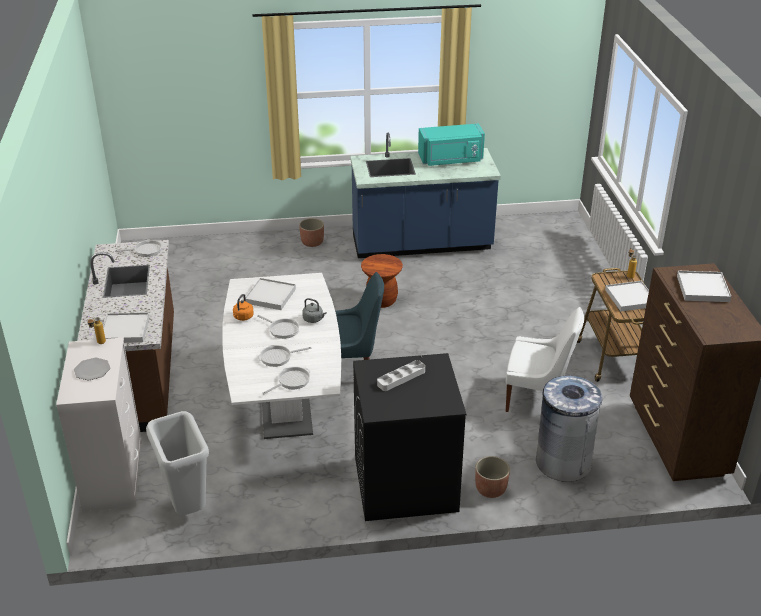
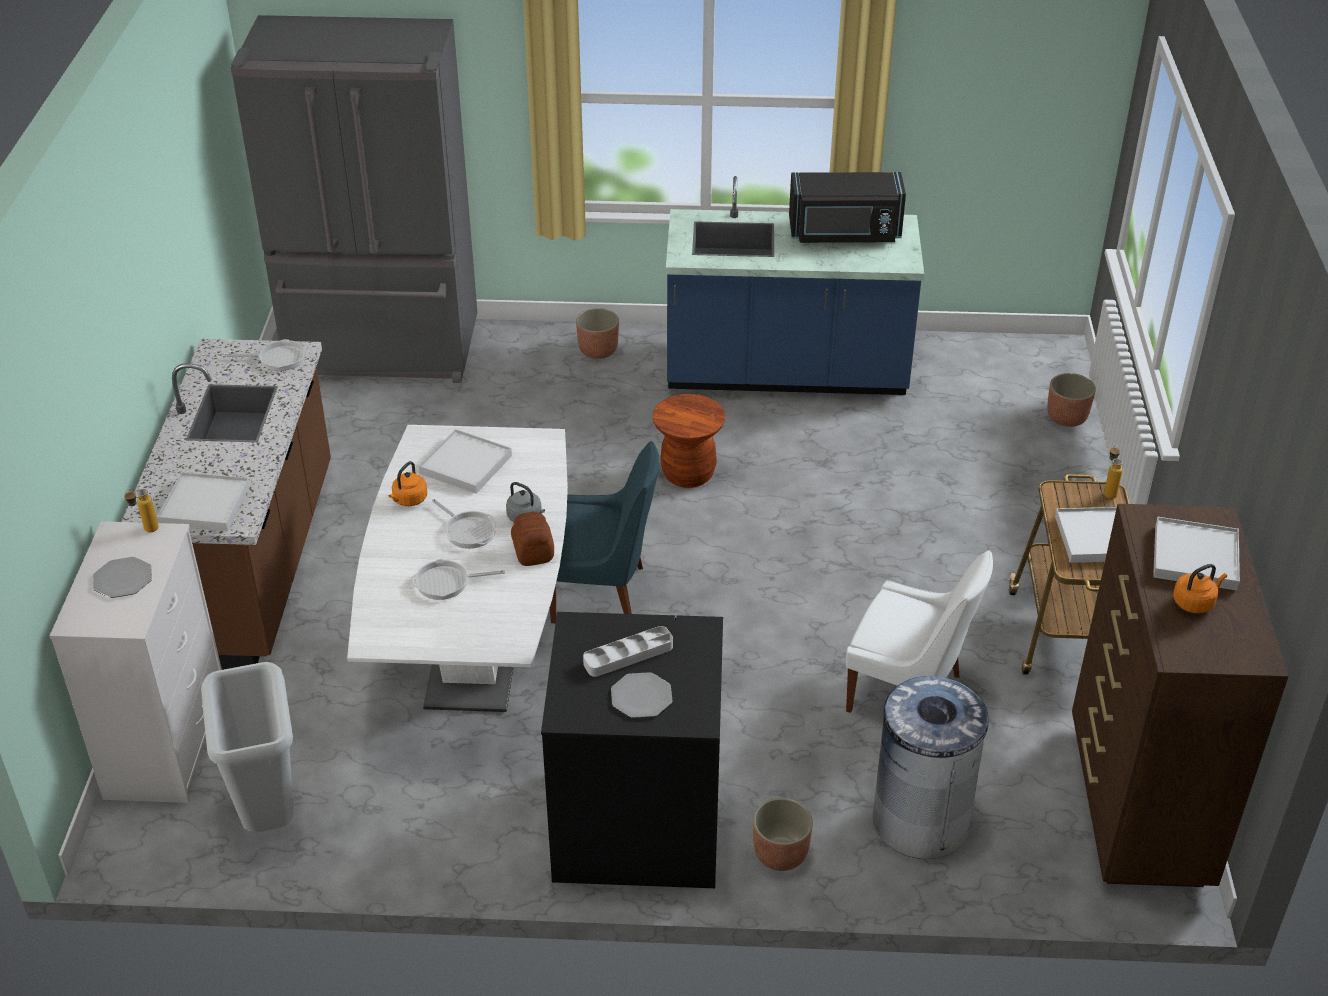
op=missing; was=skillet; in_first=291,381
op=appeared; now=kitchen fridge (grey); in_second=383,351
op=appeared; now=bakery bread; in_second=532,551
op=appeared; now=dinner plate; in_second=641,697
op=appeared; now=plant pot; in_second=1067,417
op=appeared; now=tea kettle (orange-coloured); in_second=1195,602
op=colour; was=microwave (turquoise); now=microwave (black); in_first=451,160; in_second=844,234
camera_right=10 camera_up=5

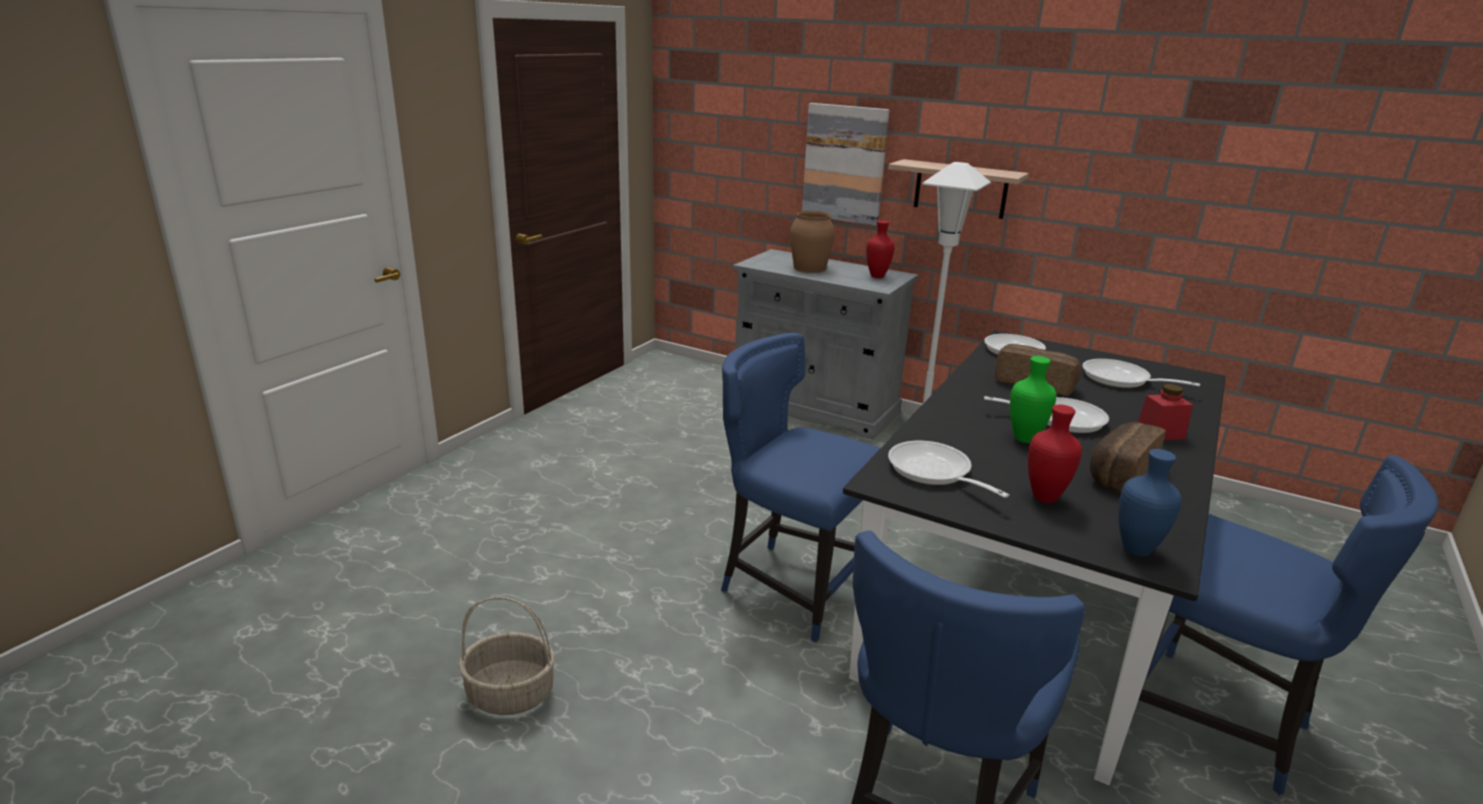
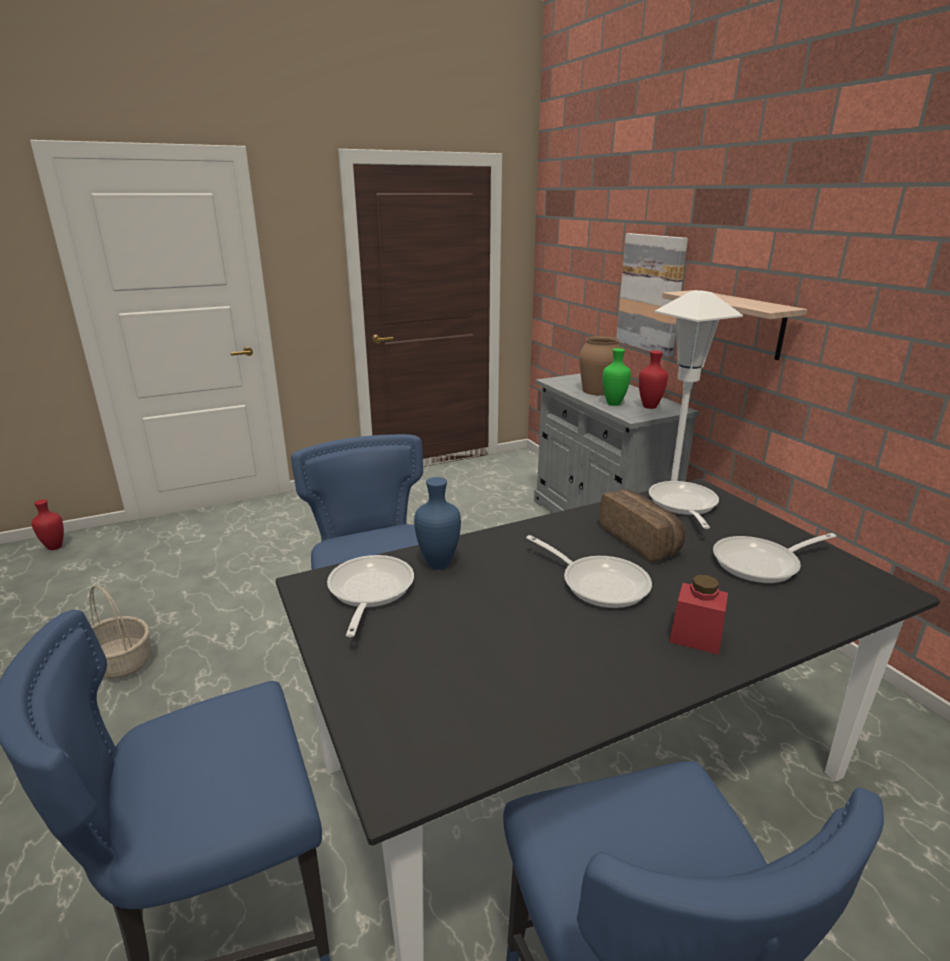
op=missing; was=bakery bread; in_first=1118,473
op=relocated; was=vase (greenish); in_first=1023,439; in_second=613,404
op=relocated; was=vase (reddish); in_first=1046,498; in_second=55,548
op=relocated; was=vase (bluish); in_first=1135,549; in_second=439,564
op=spun; was=skillet; in_first=1121,380; in_second=762,564; clockwise=-90
camera_right=35 camera_up=0

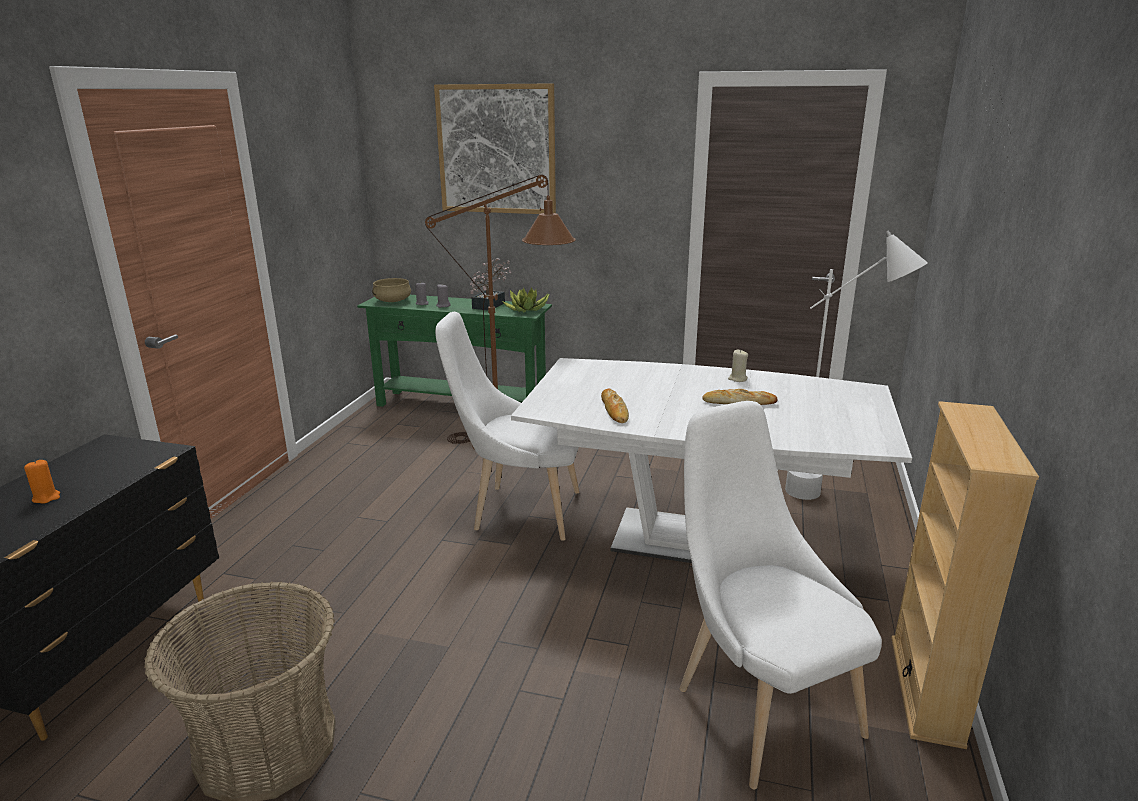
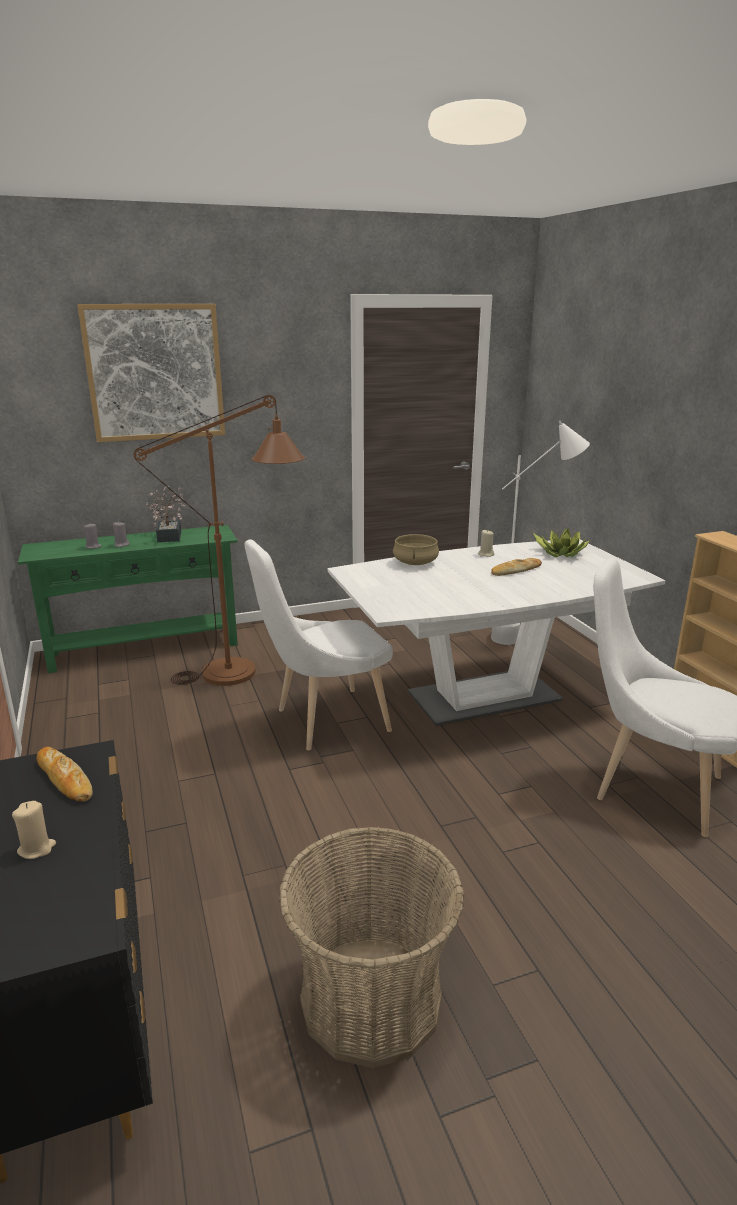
op=relocated; was=stockpot (beige); in_first=392,301; in_second=415,562
op=relocated; was=houseplant; in_first=527,309; in_second=561,553
op=relocated; was=bakery bread; in_first=614,410; in_second=64,779
op=colour; was=candle (orange-coloured); now=candle (beige); in_first=46,497; in_second=37,848
camera_right=-35 camera_up=0

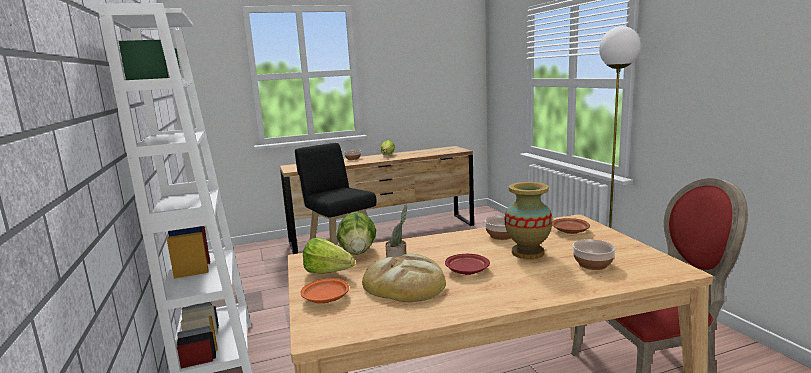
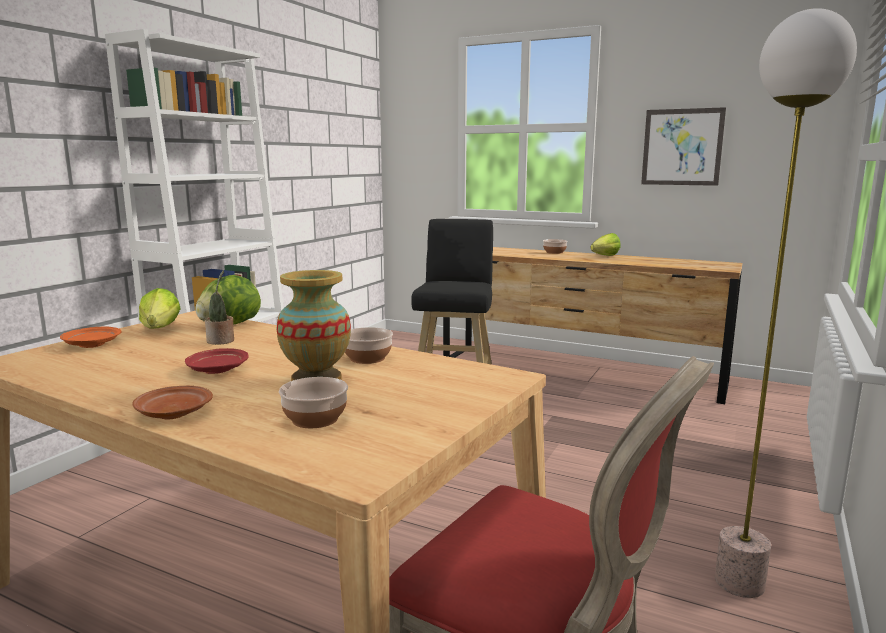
op=missing; was=bakery bread; in_first=405,284
op=appeared; now=picture; in_second=682,147
op=relocated; was=dinner plate (brown); in_first=570,231; in_second=173,413
camera_right=45 camera_up=0

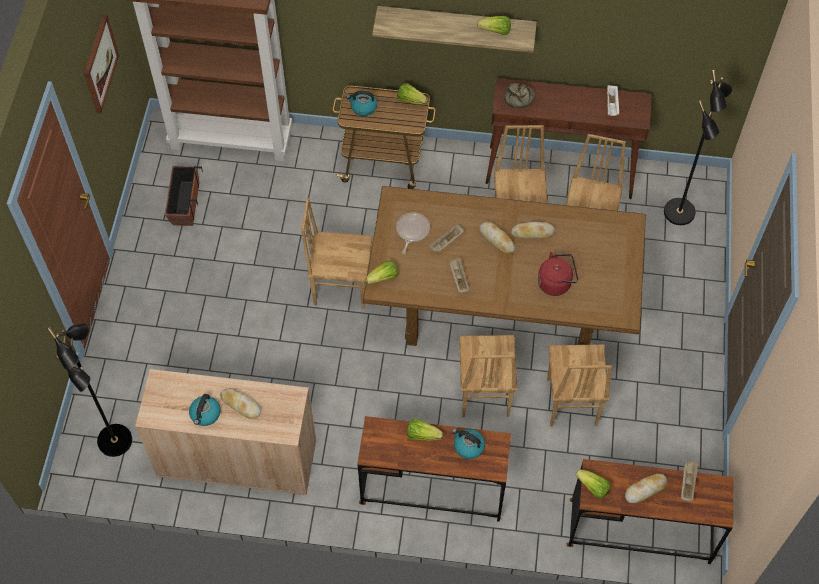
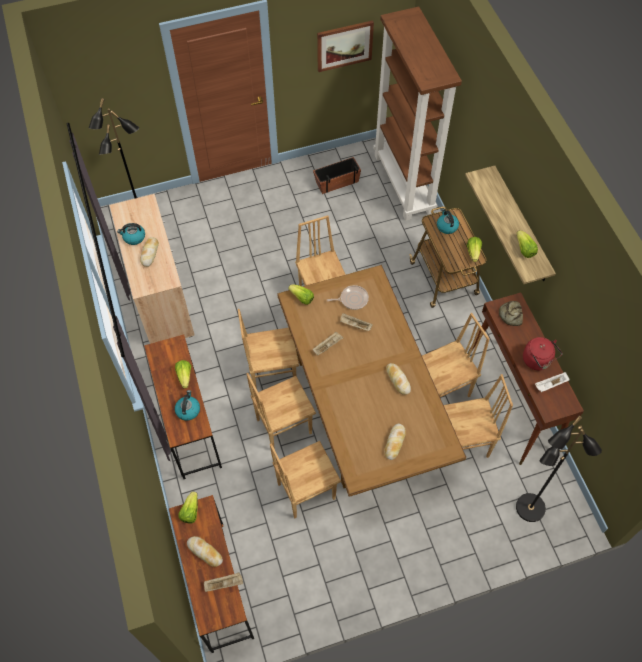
op=appeared; now=plain chair (brown); in_second=272,373
op=relocated; was=bakery bread; in_first=497,239; in_second=394,442
op=relocated; was=tea kettle (reddish); in_first=556,283; in_second=538,361
camera_right=65 camera_up=0

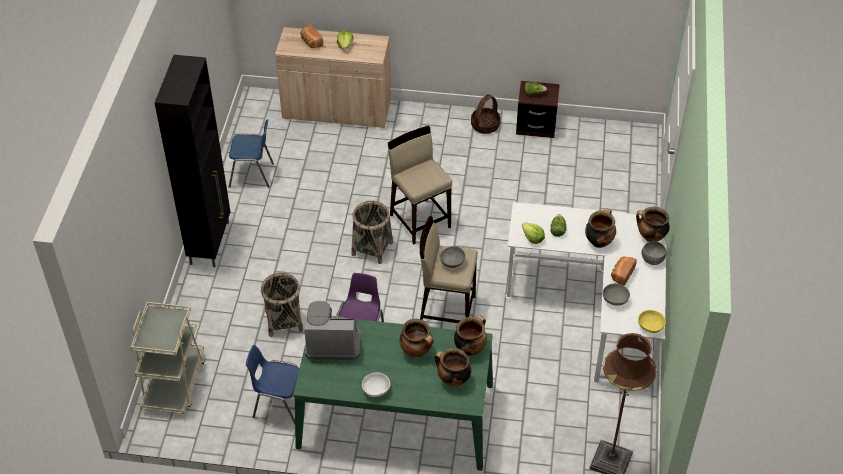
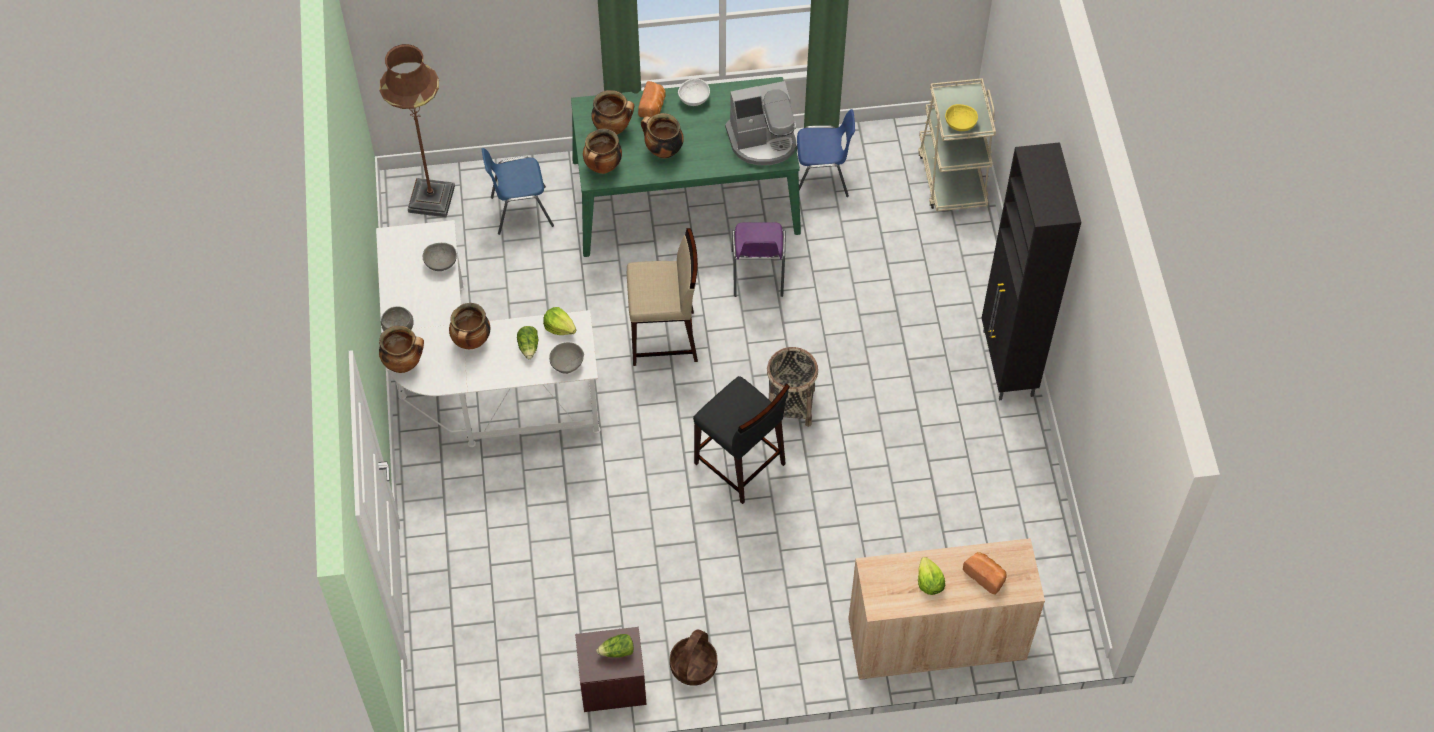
op=missing; was=storage basket; in_first=284,321
op=relocated; was=plain chair (bluish); in_first=252,175; in_second=520,211
op=relocated; was=serving bowl (grey); in_first=452,263; in_second=567,364
op=relocated; was=bakery bread; in_first=621,274; in_second=653,106
op=relocated; was=serving bowl (yellow); in_first=650,327; in_second=959,124
op=colour; was=sitting stool (beige); now=sitting stool (black); in_first=420,220; in_second=739,464
camera_right=165 camera_up=10

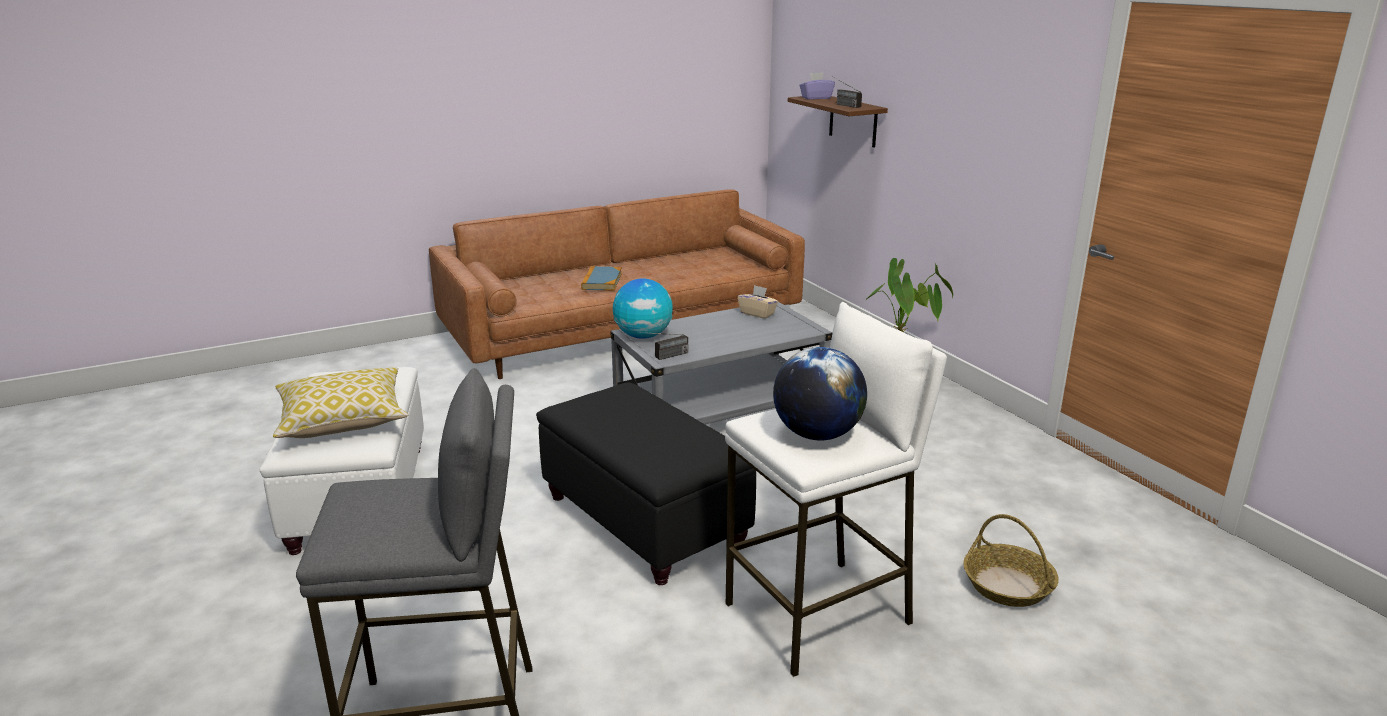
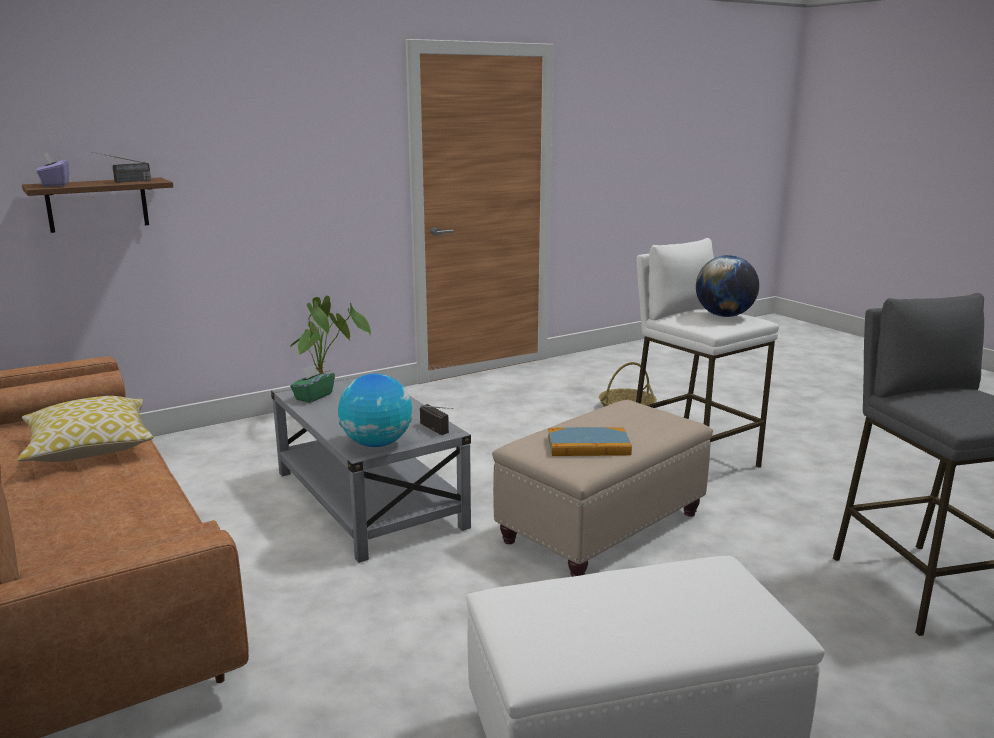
op=relocated; was=pillow; in_first=343,420; in_second=89,447
op=relocated; was=volume; in_first=601,281; in_second=588,446
op=colour; was=pouffe (black); now=pouffe (beige); in_first=645,521; in_second=603,526
op=colour; was=box of tissues (beige); now=box of tissues (greenish); in_first=757,313; in_second=313,396
camera_right=-95 camera_up=-5

